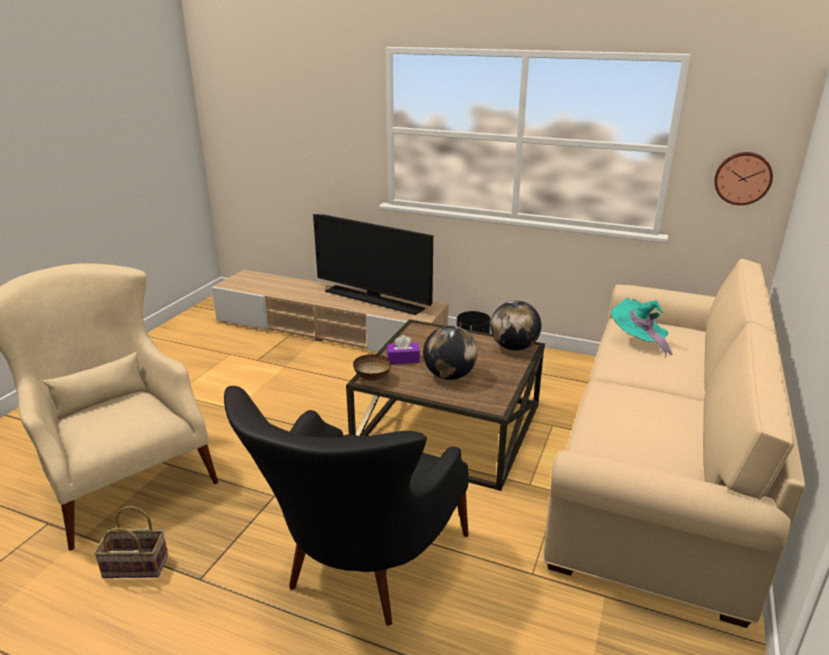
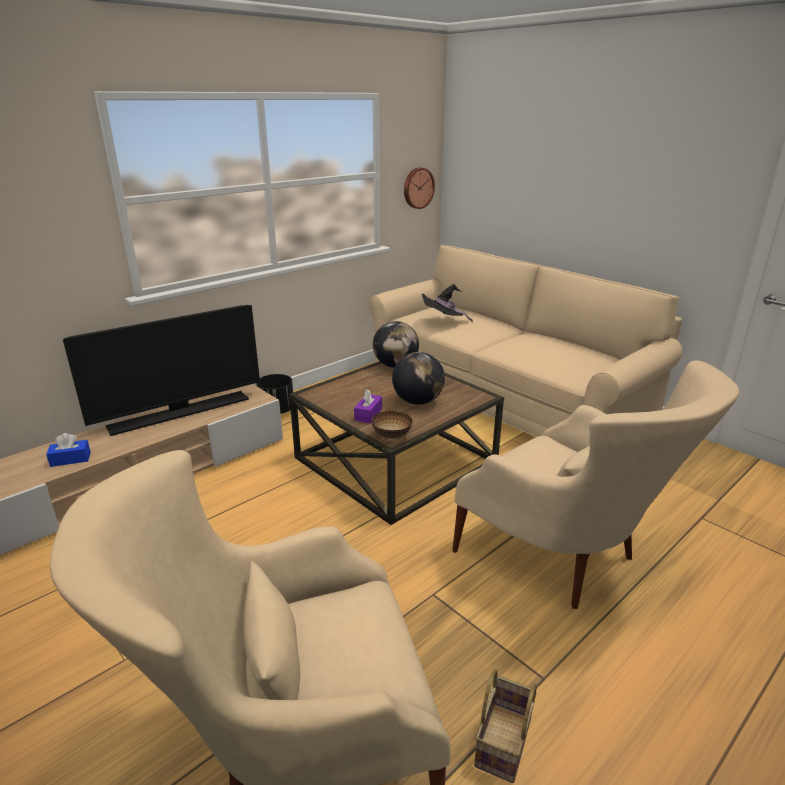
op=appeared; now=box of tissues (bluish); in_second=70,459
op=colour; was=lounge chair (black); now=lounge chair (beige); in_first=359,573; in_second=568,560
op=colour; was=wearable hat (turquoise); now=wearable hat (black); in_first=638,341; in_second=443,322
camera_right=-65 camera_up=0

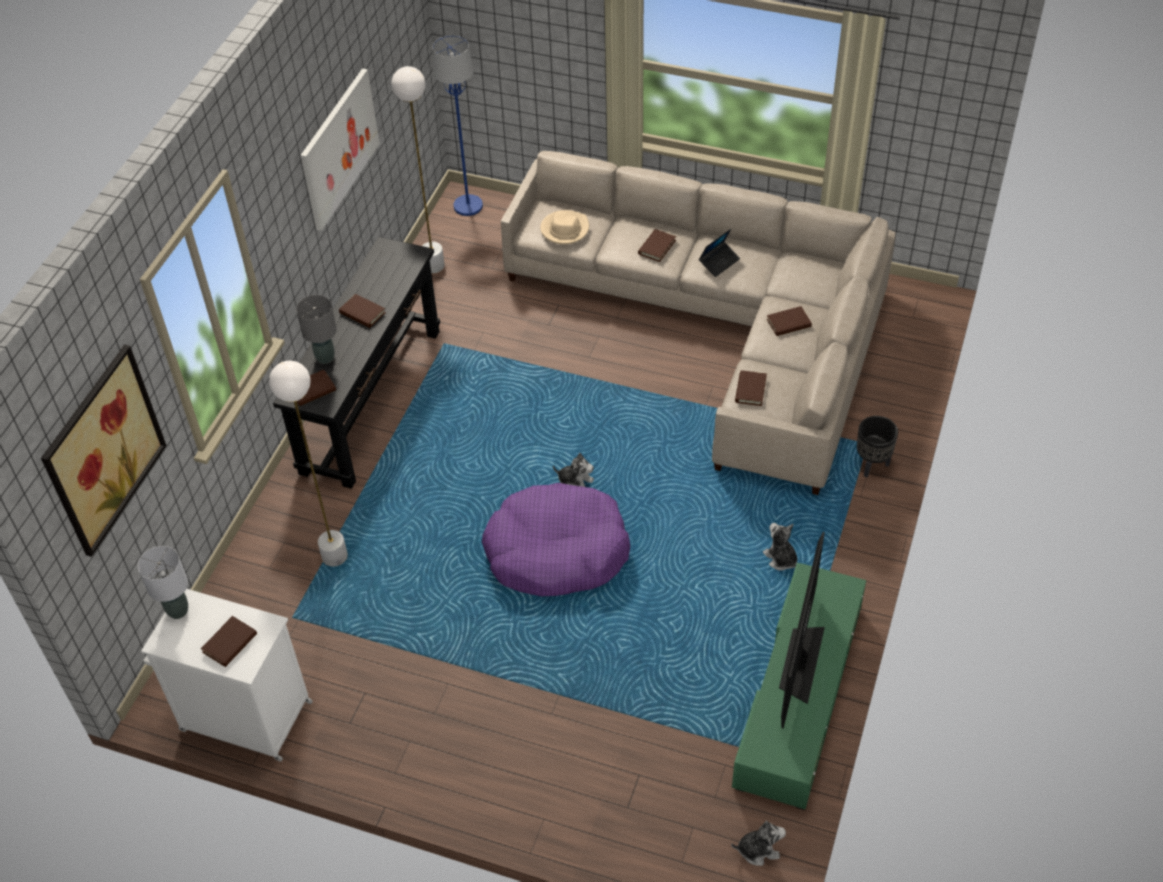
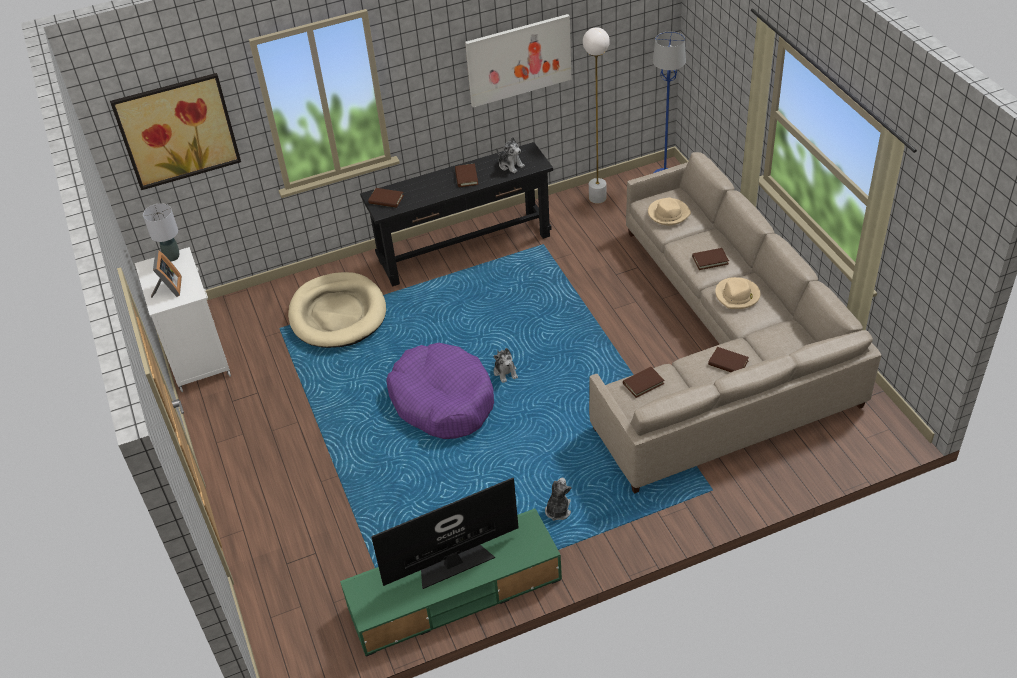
op=missing; was=table lamp (grey); in_first=325,358
op=missing; was=plant pot (black); in_first=872,465
op=relocated; was=soft toy; in_first=758,849; in_second=510,165
op=exchanged; was=volume (brown); now=picture frame; in_first=230,643; in_second=169,289
op=exchanged; was=standard lamp (white); now=dog bed (beige); in_first=334,556; in_second=338,314
op=exchanged; was=notebook computer; now=wearable hat (beige); in_first=719,262; in_second=737,295
camera_right=50 camera_up=-5

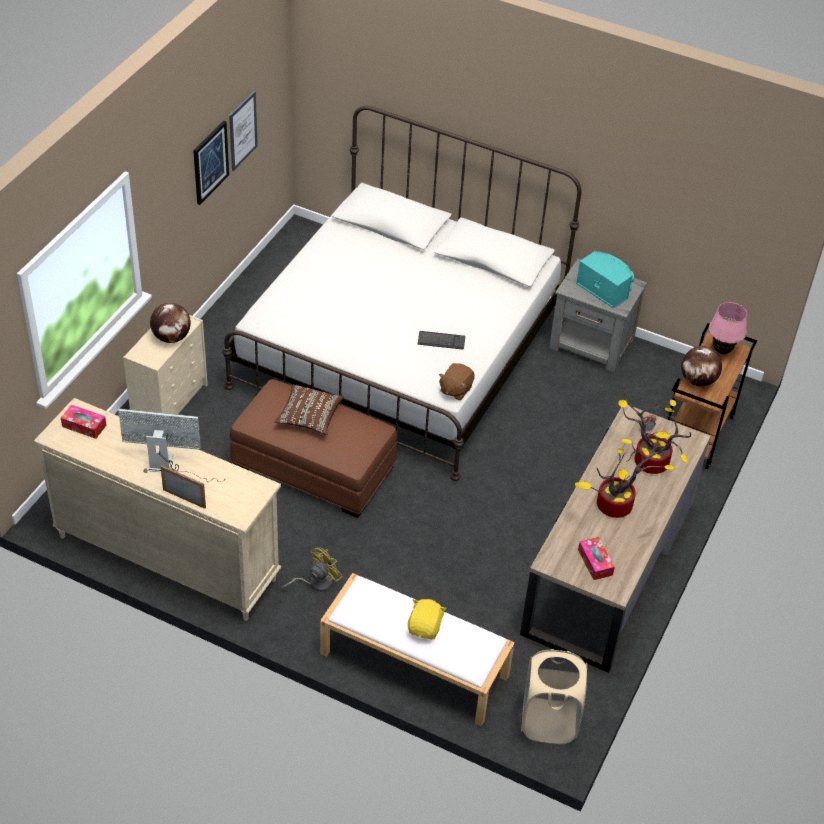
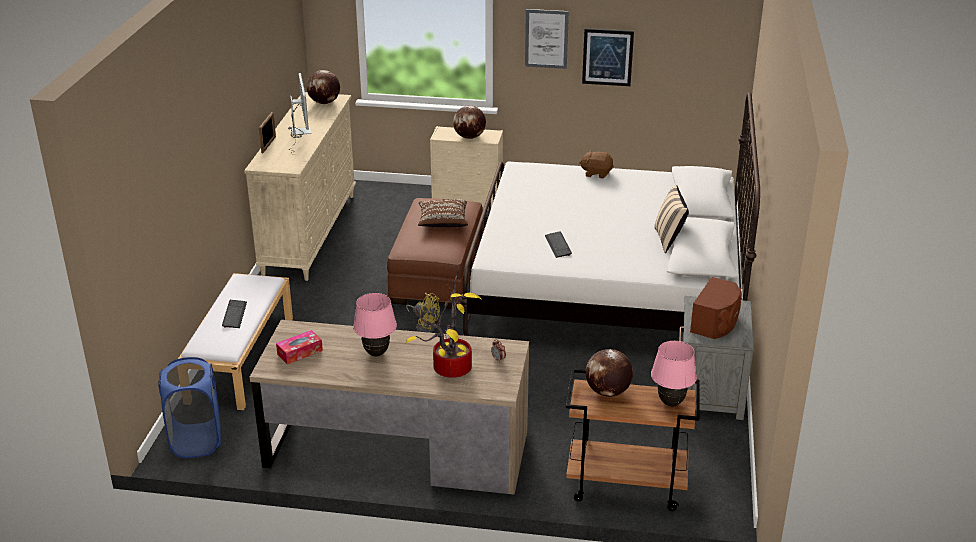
op=appeared; now=pillow (beige); in_second=669,240
op=relocated; was=picture; in_first=243,131; in_second=546,38
op=relocated; was=electric fan (yellow); in_first=316,583; in_second=424,326
op=relocated; was=soft toy (brown); in_first=455,389; in_second=596,173
op=exchanged; was=box of tissues; now=desk globe; in_first=84,426; in_second=324,102
op=exchanged; was=soft toy (yellow); now=PC keyboard; in_first=425,627; in_second=234,315
op=exchanged; was=houseplant; now=table lamp (pinkish); in_first=613,508; in_second=376,353
op=colour; was=hamper (beige); now=hamper (bluish); in_first=548,721; in_second=196,440
op=colour; was=speaker (turquoise); now=speaker (brown); in_first=604,289; in_second=716,323
camera_right=75 camera_up=-15

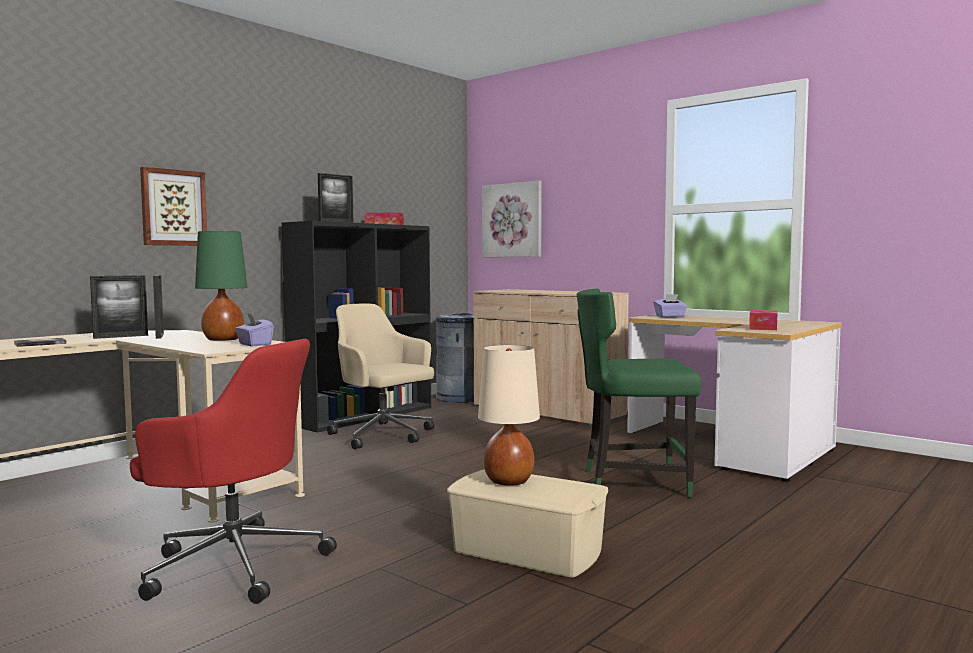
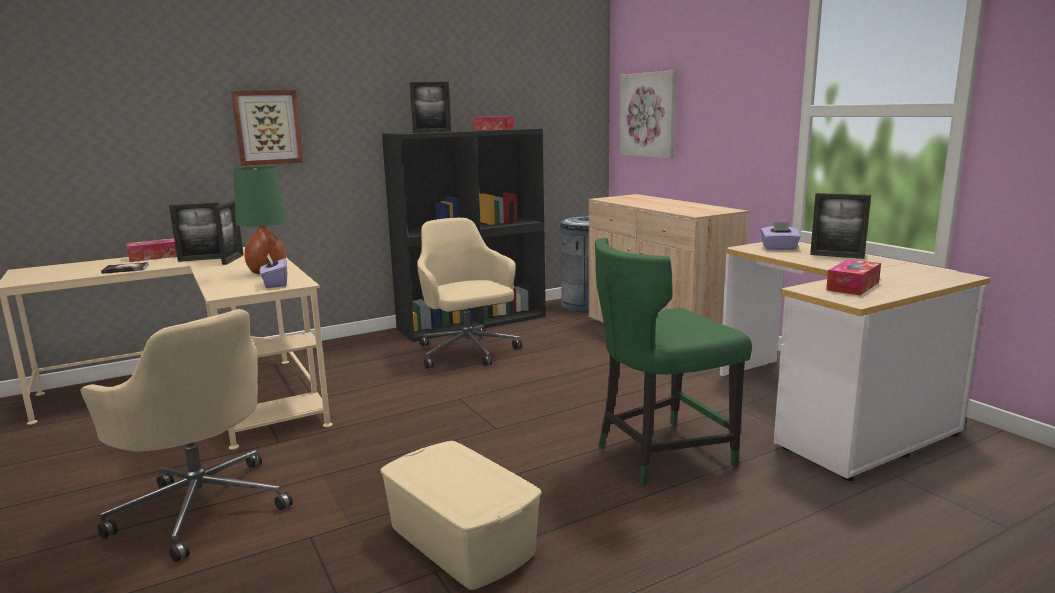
op=missing; was=table lamp (beige); in_first=508,481
op=appeared; now=box of tissues; in_second=154,257
op=appeared; now=picture frame; in_second=837,256
op=colour; was=computer chair (reddish); now=computer chair (beige); in_first=233,564; in_second=201,506
op=spun; was=plain chair (greenish); in_first=633,482; in_second=660,453; clockwise=-45
camera_right=20 camera_up=10

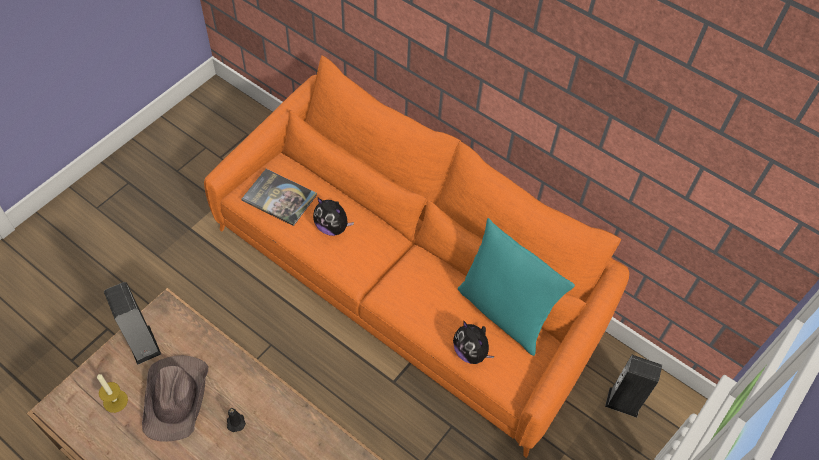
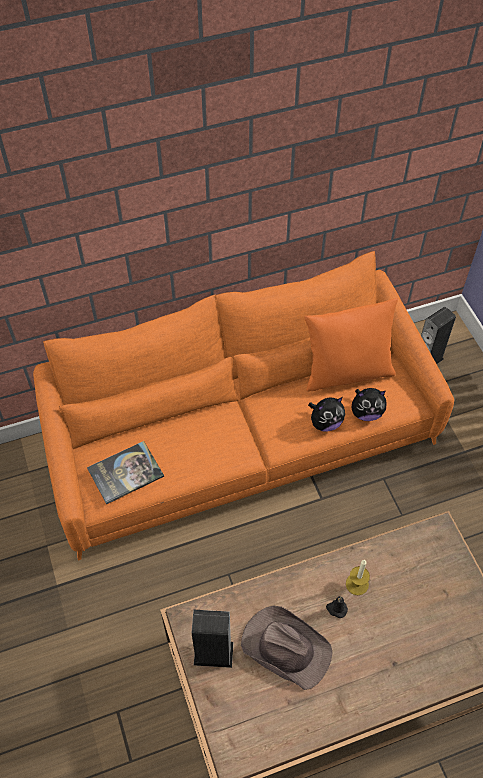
op=relocated; was=candle; in_first=115,401; in_second=357,584
op=relocated; was=soft toy; in_first=332,227; in_second=325,423
op=colour; was=pillow (turquoise); now=pillow (orange-coloured); in_first=504,312; in_second=347,372
camera_right=-55 camera_up=0

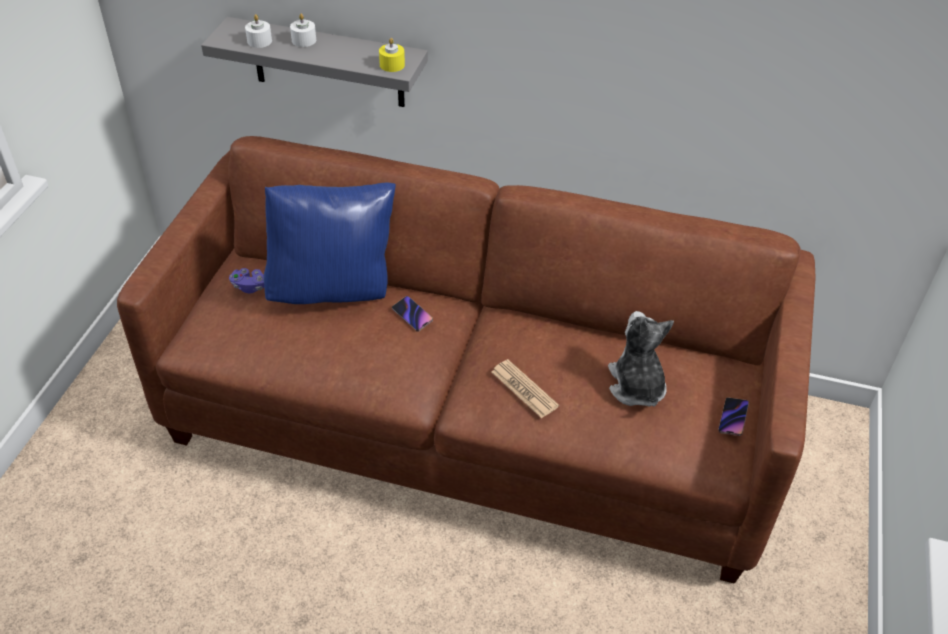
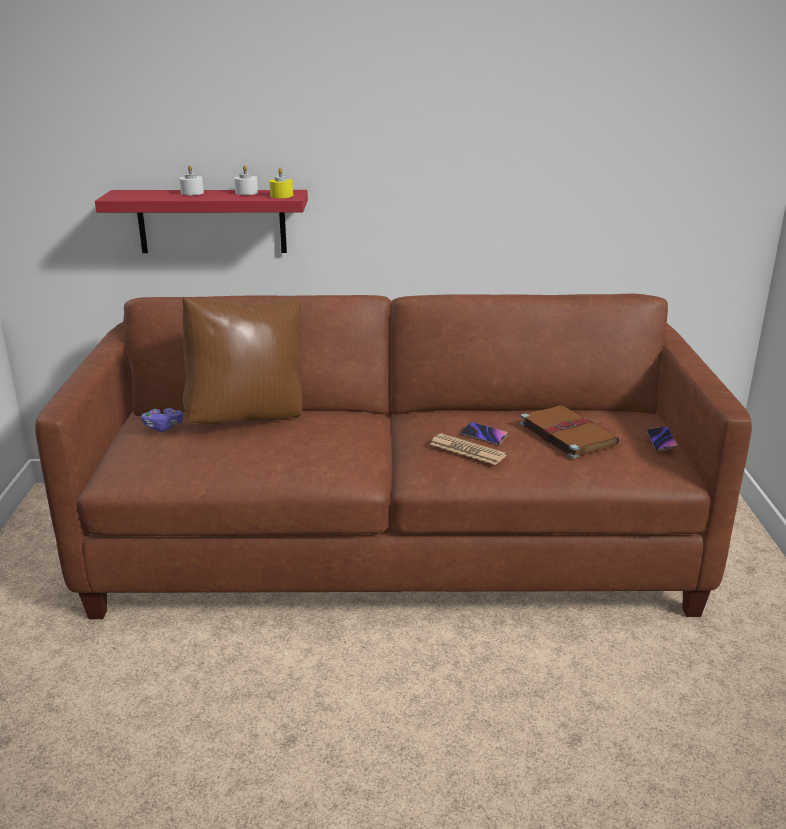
op=relocated; was=candle (white); in_first=259,41; in_second=246,192
op=relocated; was=phone; in_first=412,315; in_second=484,436
op=exchanged; was=soft toy; now=volume (brown); in_first=636,386; in_second=566,433
op=colour; was=shelf (grey); now=shelf (reddish); in_first=328,63; in_second=212,221
op=colour; was=pillow (bluish); now=pillow (brown); in_first=334,290; in_second=248,418
camera_right=-15 camera_up=-20

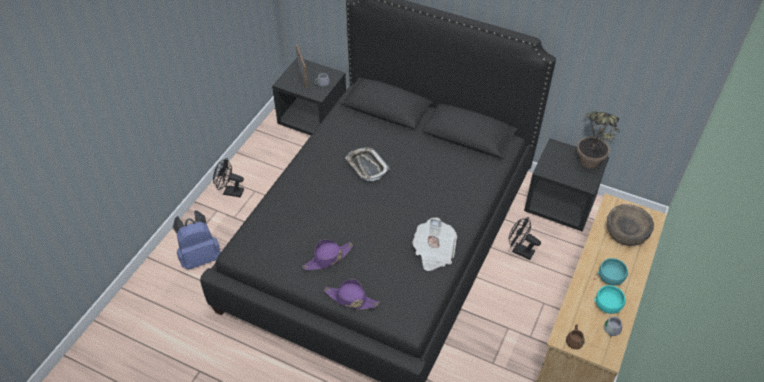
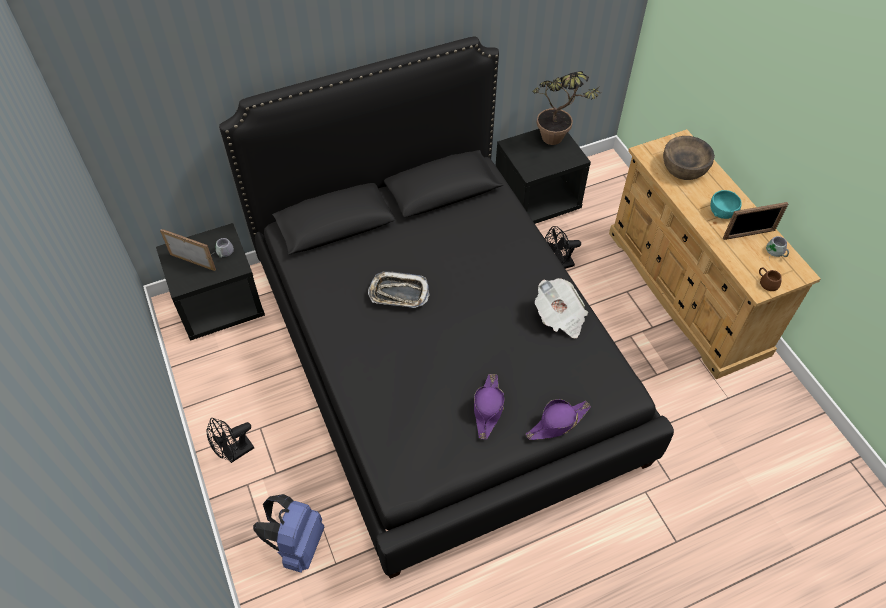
op=exchanged; was=serving bowl (turquoise); now=picture frame; in_first=608,305; in_second=749,234
camera_right=-50 camera_up=5

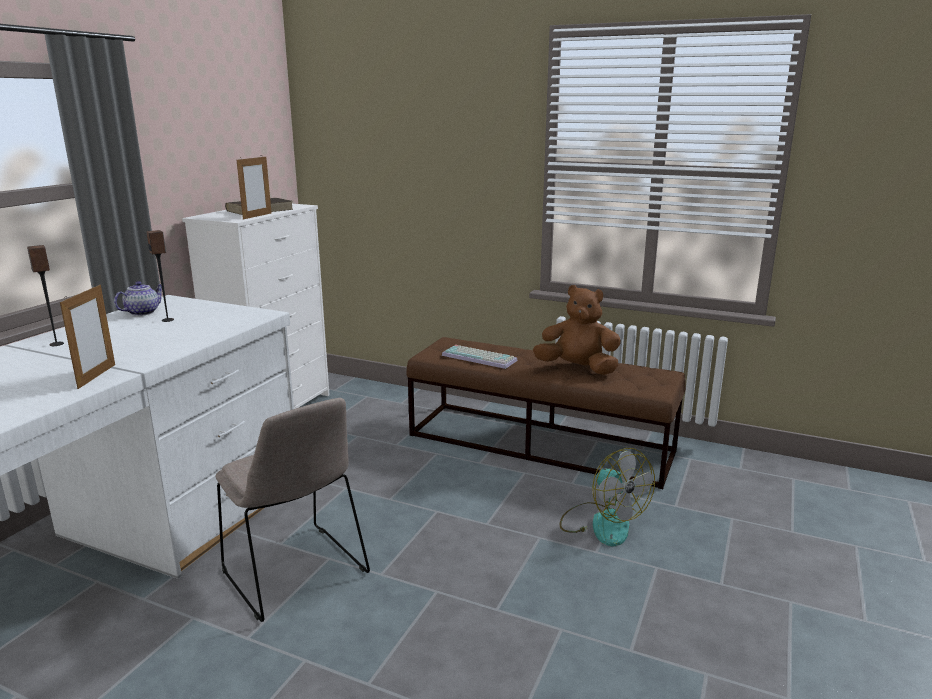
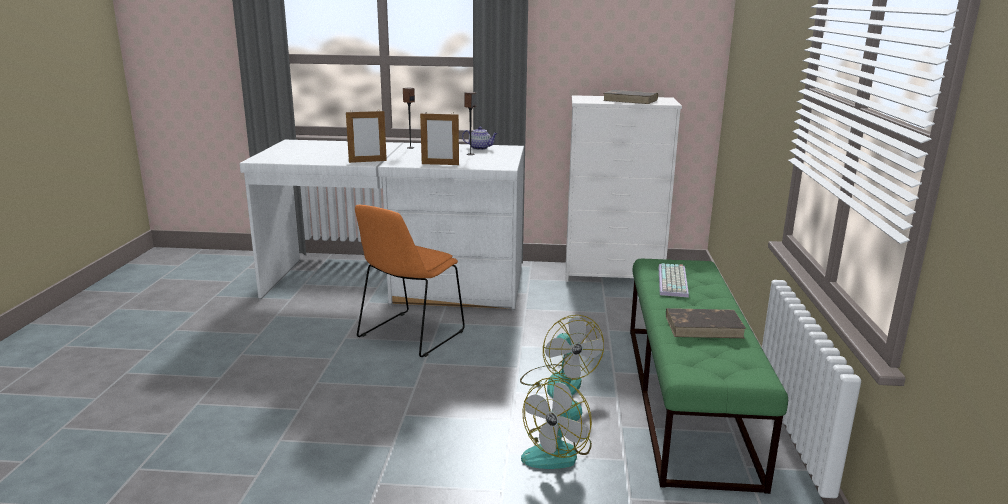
op=appeared; now=electric fan; in_second=558,381
op=relocated; was=picture frame; in_first=257,216; in_second=440,164
op=exchanged; was=soft toy (brown); now=volume (brown); in_first=577,368; in_second=704,327
op=colour; was=plain chair (beige); now=plain chair (orange-coloured); in_first=296,574; in_second=409,335
op=colour; was=long seat (brown); now=long seat (greenish); in_first=540,443; in_second=687,398
camera_right=70 camera_up=0

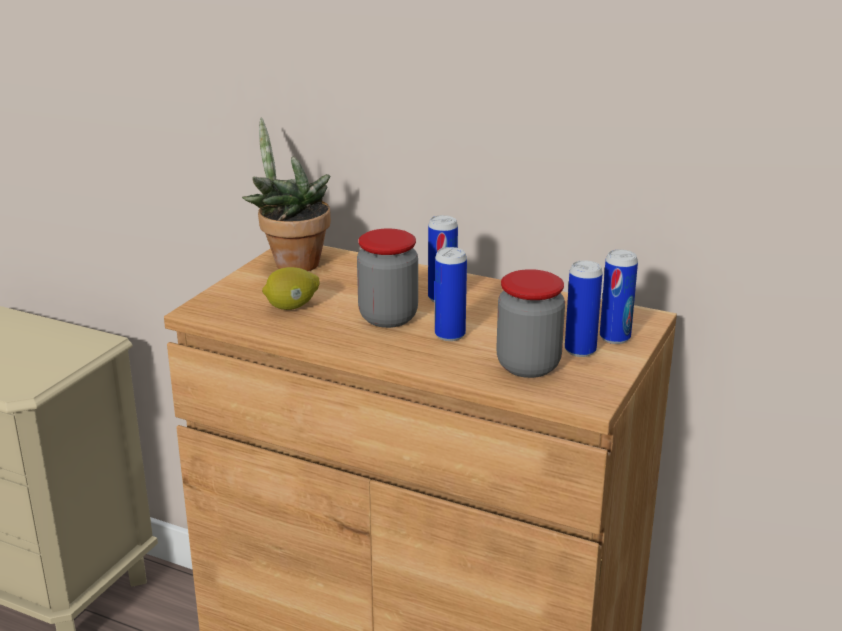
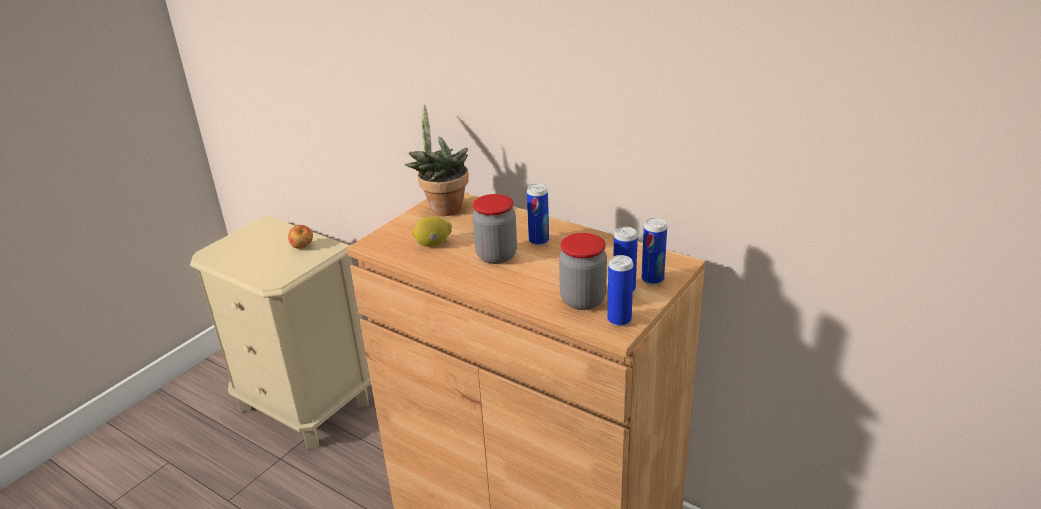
op=appeared; now=apple fruit; in_second=302,247
op=relocated; was=can; in_first=450,335; in_second=619,320
camera_right=10 camera_up=5

